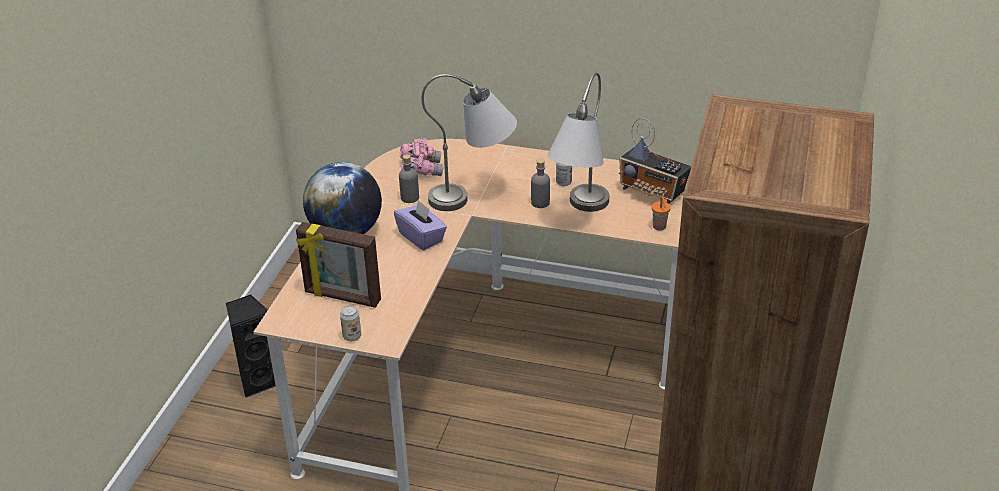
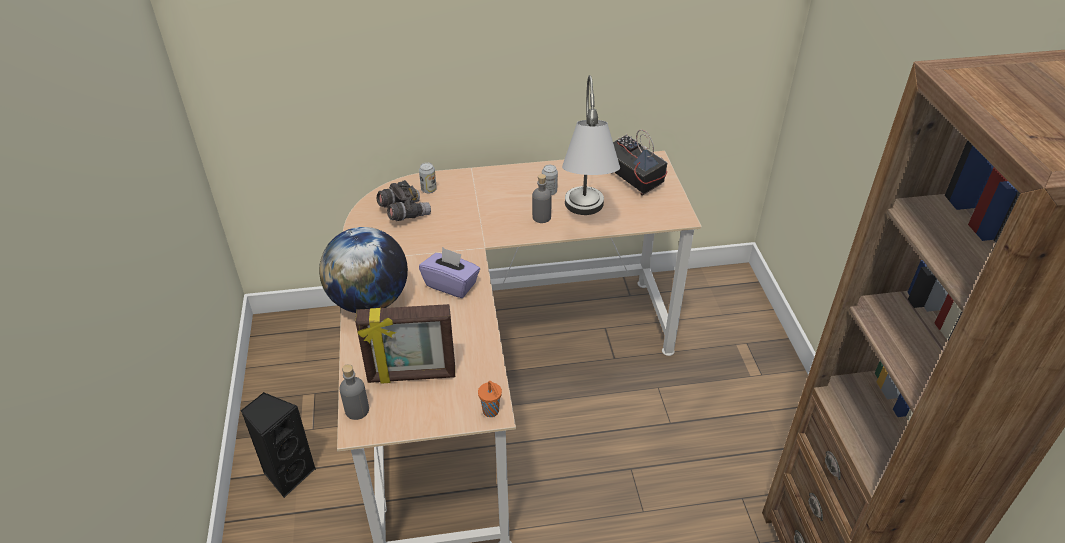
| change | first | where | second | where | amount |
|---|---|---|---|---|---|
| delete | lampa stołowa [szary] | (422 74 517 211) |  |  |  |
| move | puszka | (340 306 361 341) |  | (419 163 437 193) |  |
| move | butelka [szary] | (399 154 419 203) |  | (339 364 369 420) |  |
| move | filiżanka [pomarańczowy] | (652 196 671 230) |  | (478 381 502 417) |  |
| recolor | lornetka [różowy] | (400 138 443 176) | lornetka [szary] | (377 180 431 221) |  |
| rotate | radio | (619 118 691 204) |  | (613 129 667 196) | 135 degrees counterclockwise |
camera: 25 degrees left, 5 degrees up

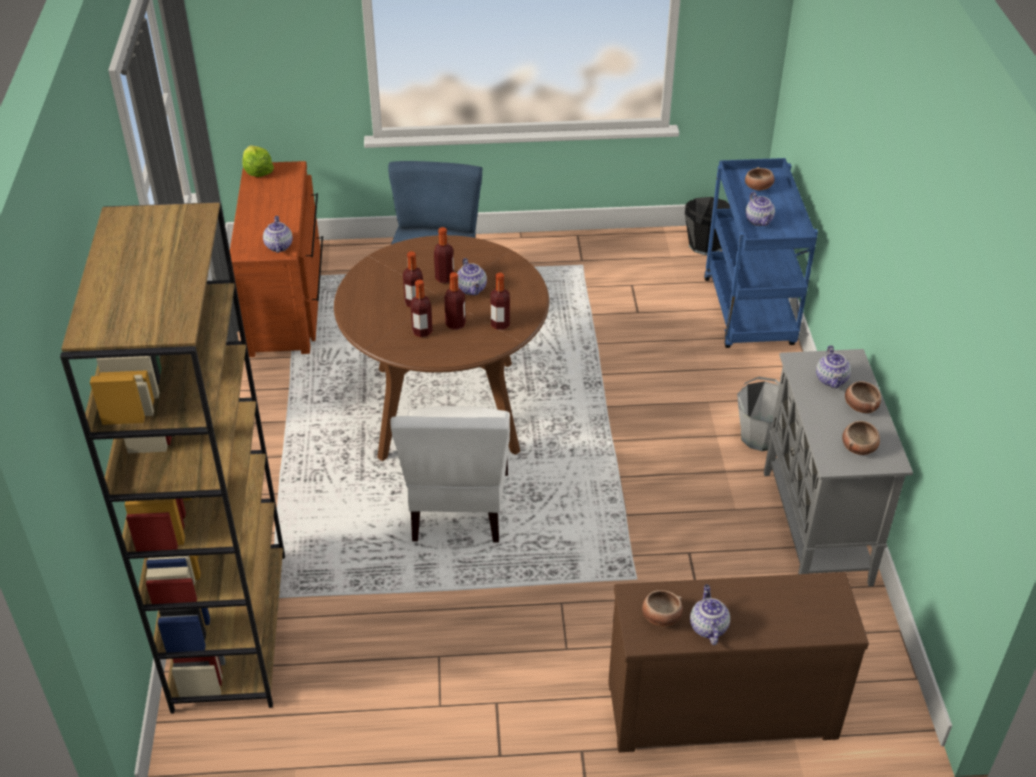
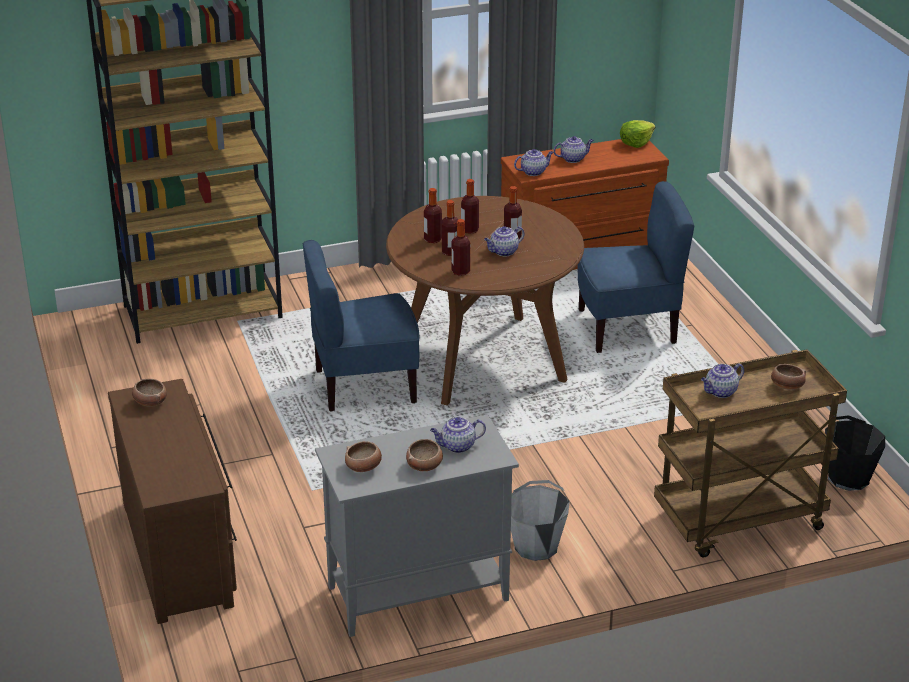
| change | first | where | second | where | amount |
|---|---|---|---|---|---|
| move | imbryk | (690 585 730 645) |  | (553 136 594 163) |  |
| recolor | krzesło [biały] | (391 406 510 543) | krzesło [niebieski] | (303 240 420 411) |  |
| recolor | wózek [niebieski] | (704 158 818 348) | wózek [brązowy] | (654 349 847 558) |  |
camera: 75 degrees right, 10 degrees down

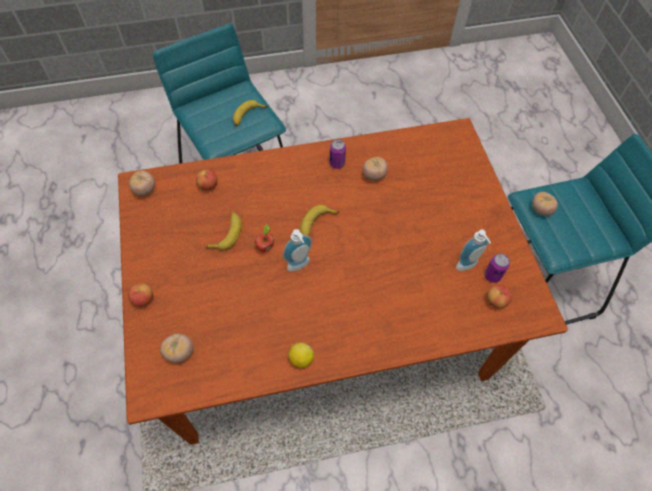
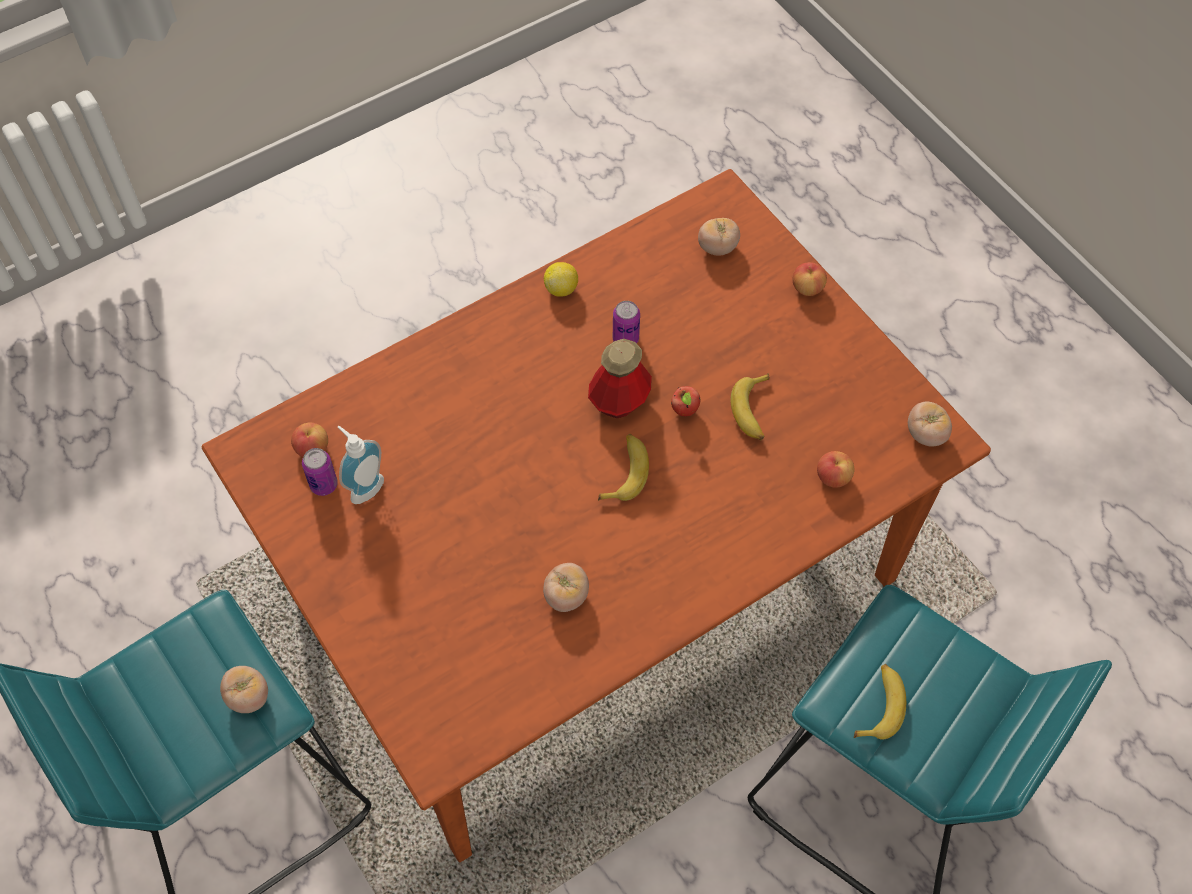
| change | first | where | second | where | amount |
|---|---|---|---|---|---|
| move | puszka | (330 139 346 169) |  | (613 301 640 343) |  |
| replace | dozownik mydła | (283 229 312 272) | butelka | (588 339 652 418) |  |
camera: 160 degrees right, 0 degrees up

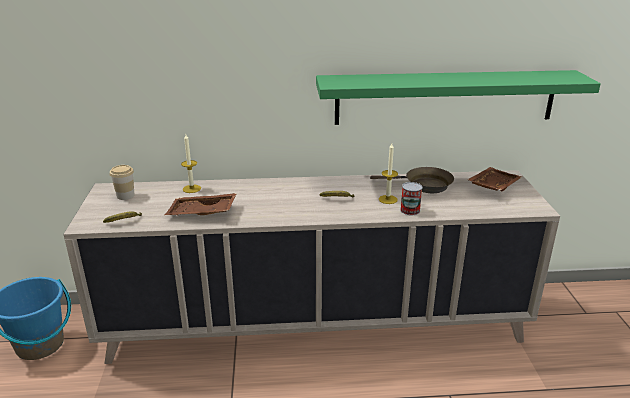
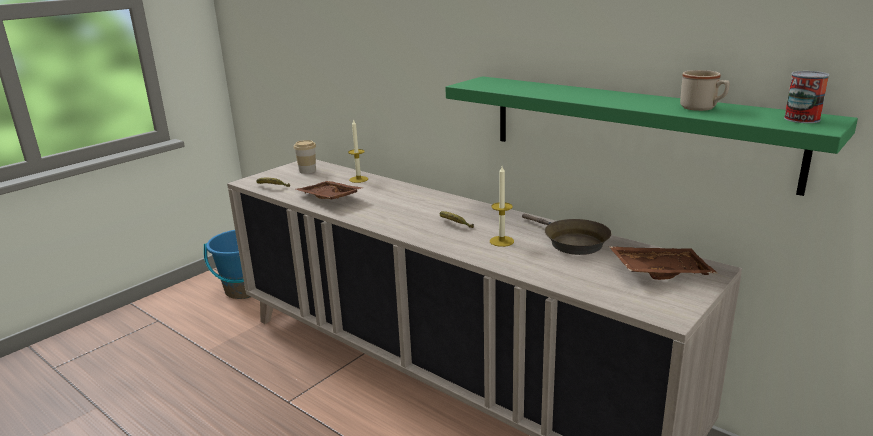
| change | first | where | second | where | amount |
|---|---|---|---|---|---|
| insert |  |  | kubek [beżowy] | (680 70 730 111) |  |
| move | puszka | (400 182 423 215) |  | (784 71 829 123) |  |
camera: 45 degrees right, 5 degrees down

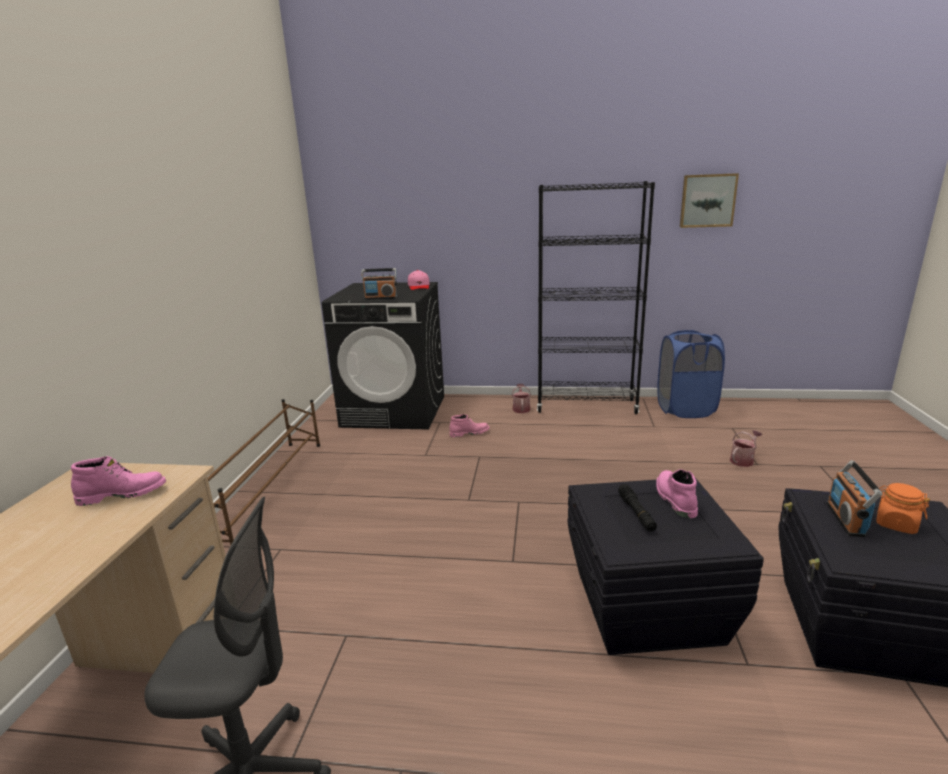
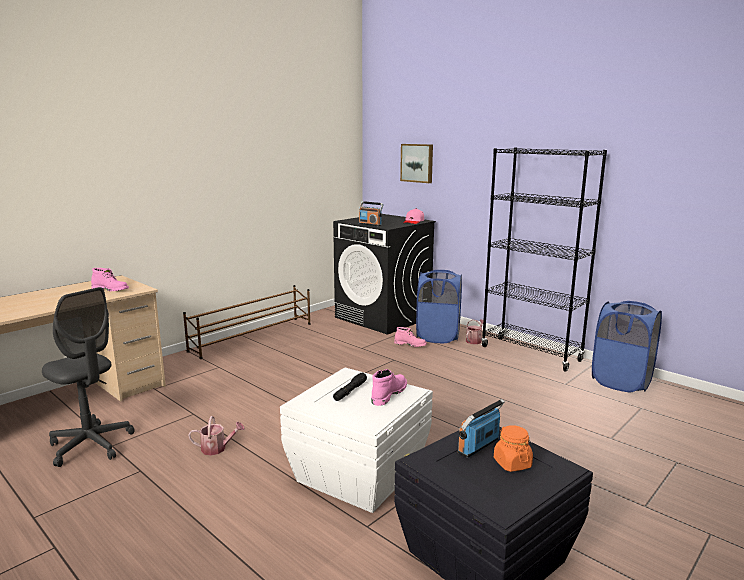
| change | first | where | second | where | amount |
|---|---|---|---|---|---|
| insert |  |  | kosz na pranie [niebieski] | (416 270 462 343) |  |
| move | obraz | (680 173 739 228) |  | (400 144 433 183) |  |
| move | konewka | (730 430 762 467) |  | (188 416 245 456) |  |
| recolor | pojemnik do przechowywania [czarny] | (568 478 764 655) | pojemnik do przechowywania [biały] | (280 368 433 513) |  |
camera: 35 degrees right, 5 degrees down

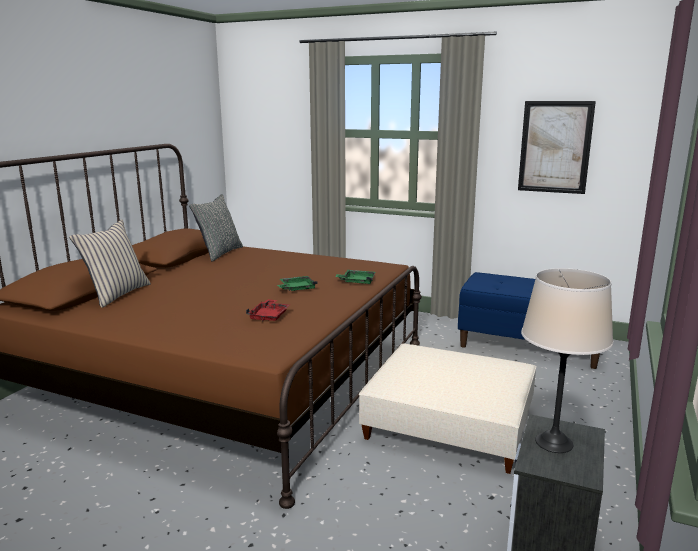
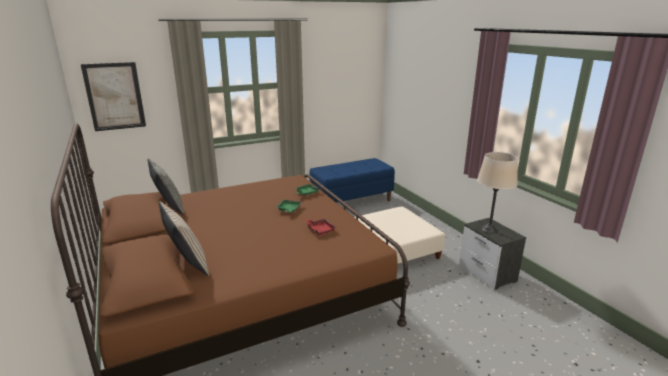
| change | first | where | second | where | amount |
|---|---|---|---|---|---|
| move | obraz | (518 101 596 194) |  | (81 62 146 131) |  |
camera: 50 degrees left, 5 degrees up

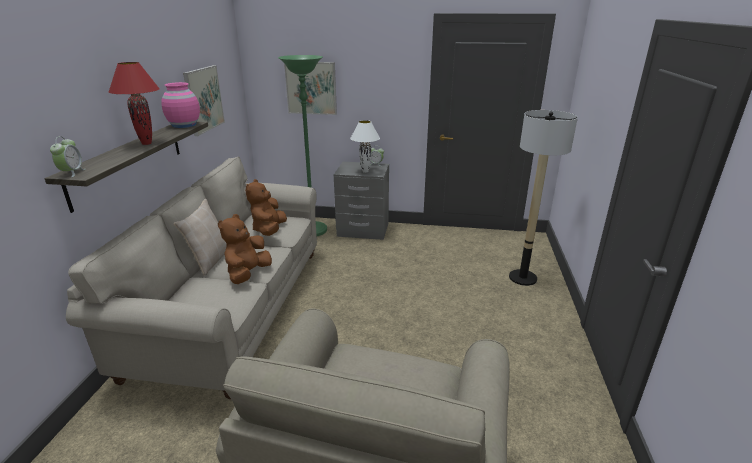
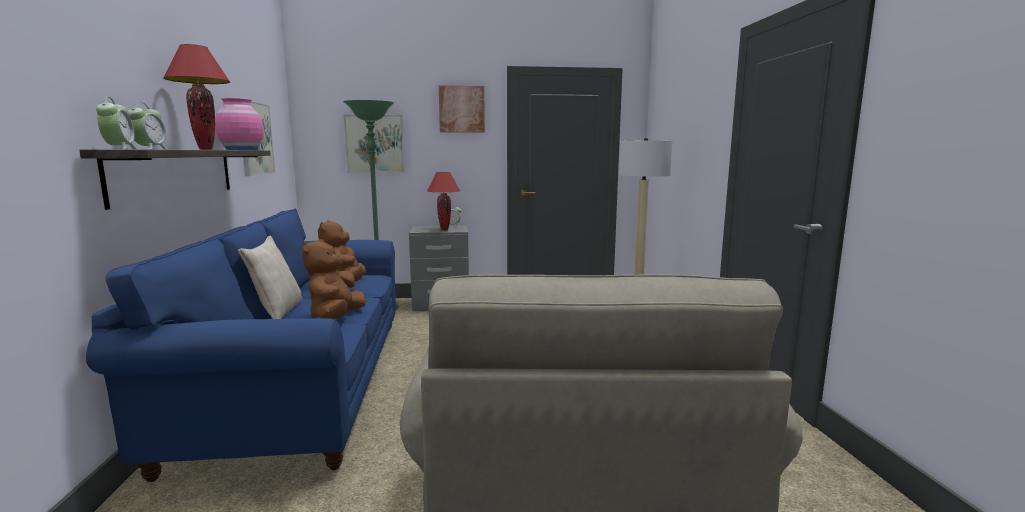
| change | first | where | second | where | amount |
|---|---|---|---|---|---|
| insert |  |  | budzik | (128 102 167 149) |  |
| insert |  |  | obraz | (439 85 485 133) |  |
| recolor | kanapa [beżowy] | (66 156 317 399) | kanapa [niebieski] | (86 209 396 482) |  |
| recolor | lampa stołowa [biały] | (350 120 380 173) | lampa stołowa [czerwony] | (427 172 460 231) |  |
camera: 15 degrees left, 15 degrees down

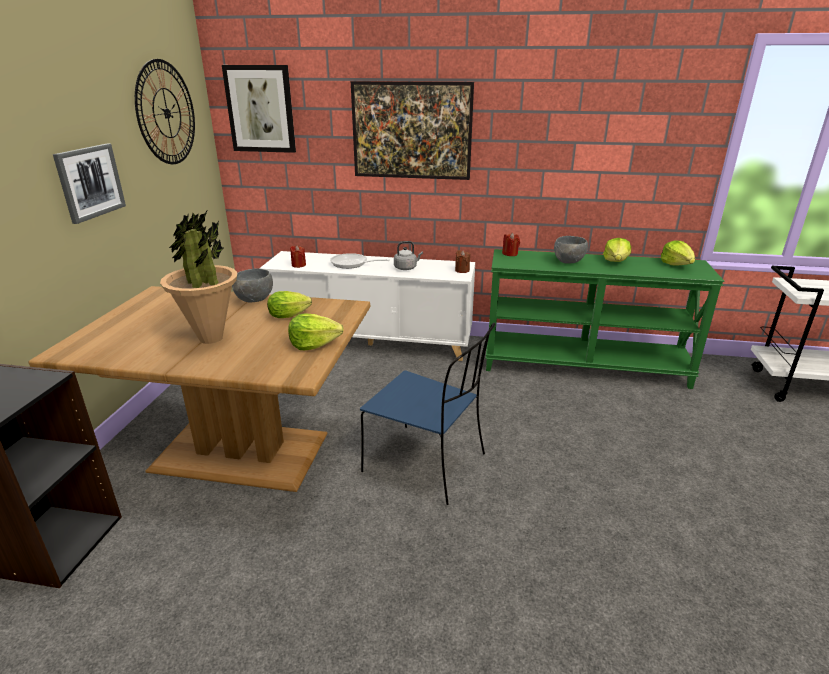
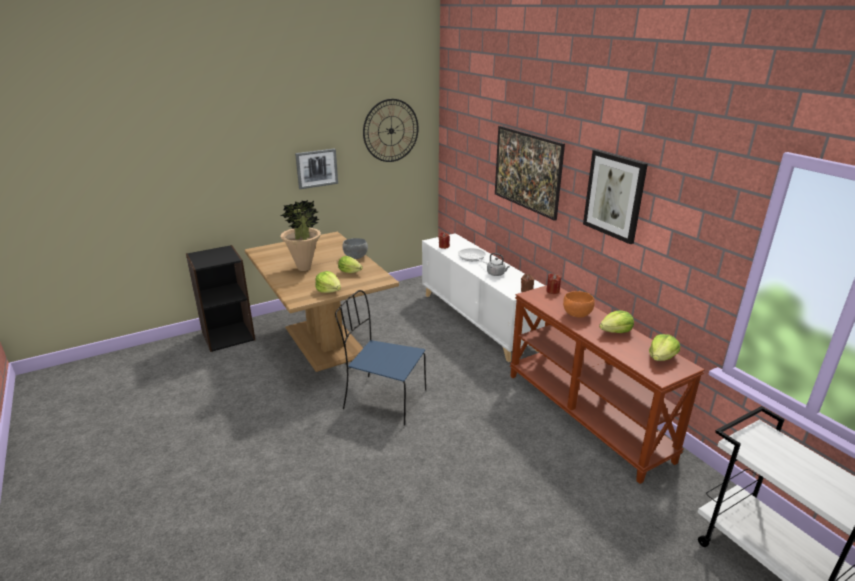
| change | first | where | second | where | amount |
|---|---|---|---|---|---|
| move | obraz | (222 65 296 153) |  | (583 150 648 244) |  |
| recolor | stolik konsolowy [zielony] | (485 249 725 389) | stolik konsolowy [brązowy] | (510 285 705 484) |  |
| recolor | miska [szary] | (554 236 588 264) | miska [pomarańczowy] | (563 291 595 318) |  |
| rotate | krzesło [niebieski] | (360 323 495 505) |  | (335 290 426 426) | 120 degrees clockwise |
camera: 50 degrees right, 0 degrees up

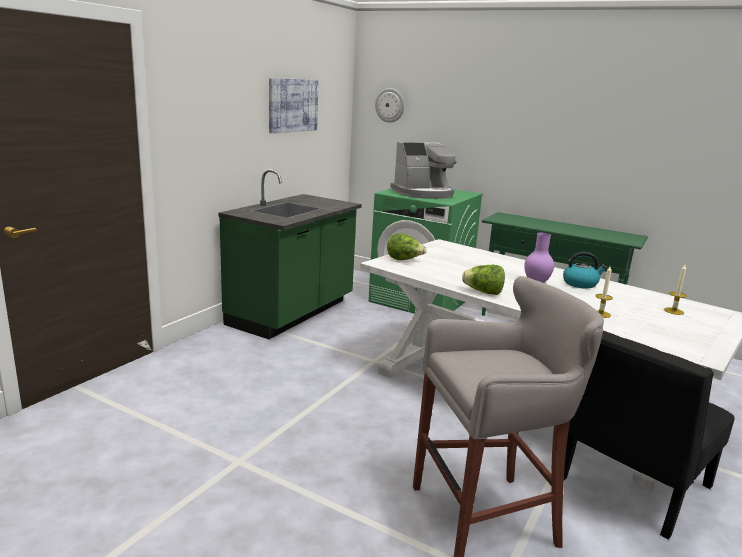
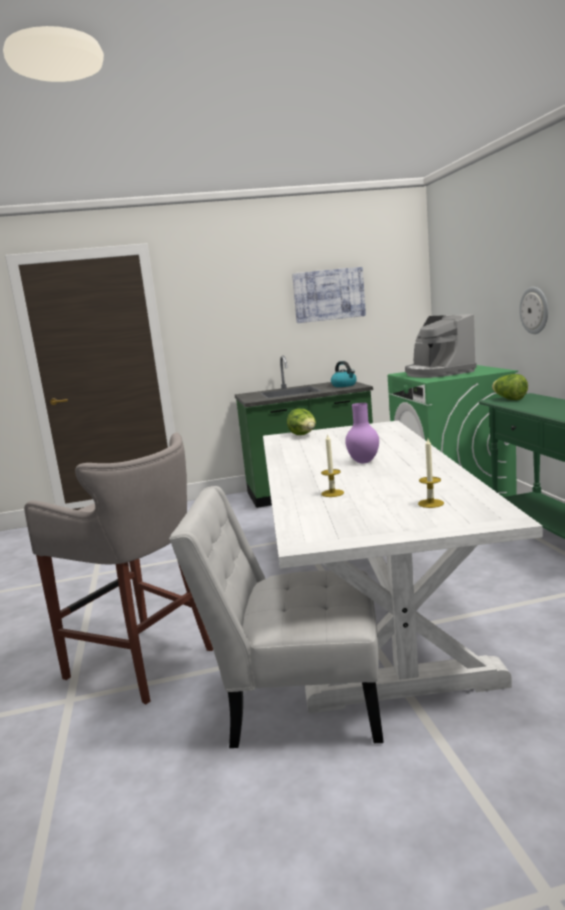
| change | first | where | second | where | amount |
|---|---|---|---|---|---|
| move | zegar ścienny | (375 88 405 123) |  | (519 287 548 334) |  |
| move | sałata | (462 265 505 295) |  | (492 374 528 400) |  |
| move | czajnik | (563 252 607 289) |  | (331 361 357 387) |  |
| recolor | krzesło [czarny] | (564 331 735 539) | krzesło [biały] | (169 486 384 748) |  |
| rotate | ekspres do kawy | (391 142 457 199) |  | (405 314 477 378) | 45 degrees clockwise |
camera: 50 degrees right, 5 degrees down

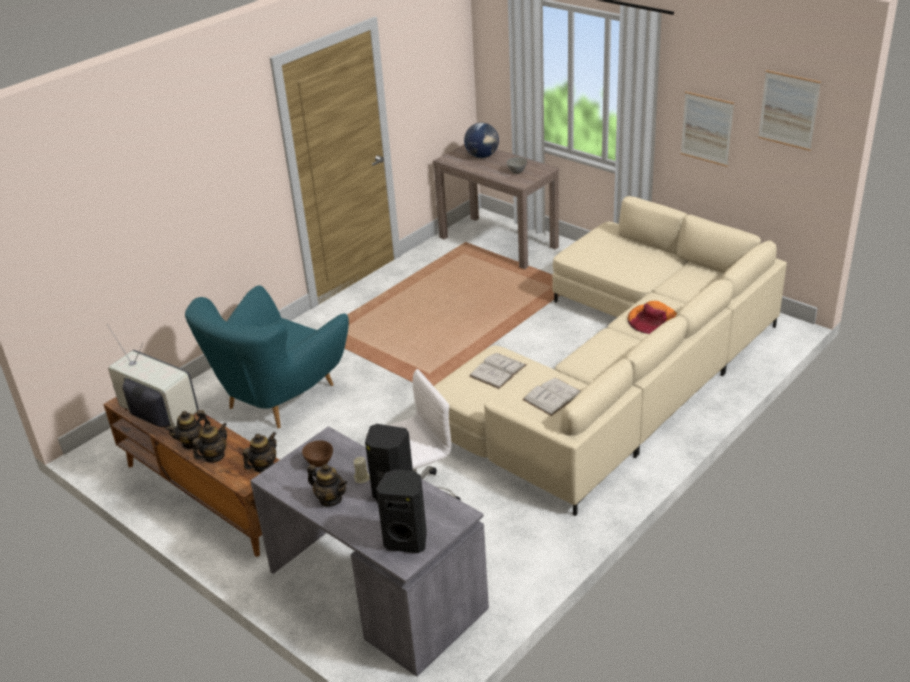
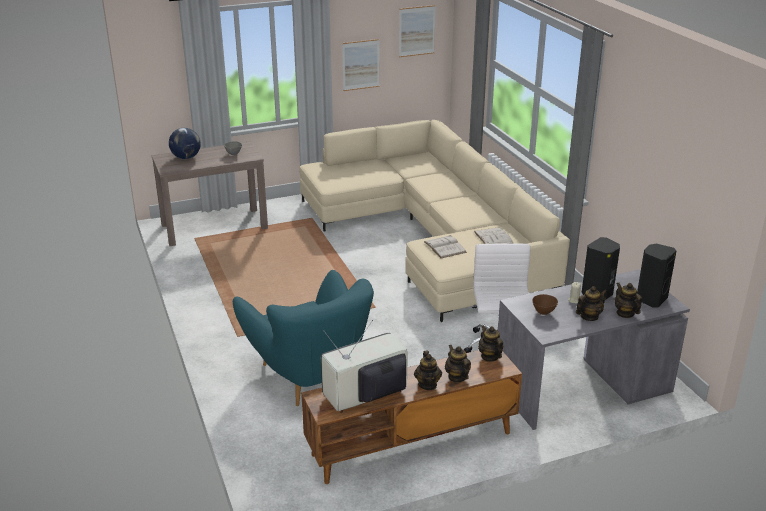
| change | first | where | second | where | amount |
|---|---|---|---|---|---|
| delete | kapelusz [pomarańczowy] | (628 301 677 334) |  |  |  |
| insert |  |  | imbryk | (615 283 642 318) |  |
camera: 65 degrees left, 5 degrees down

